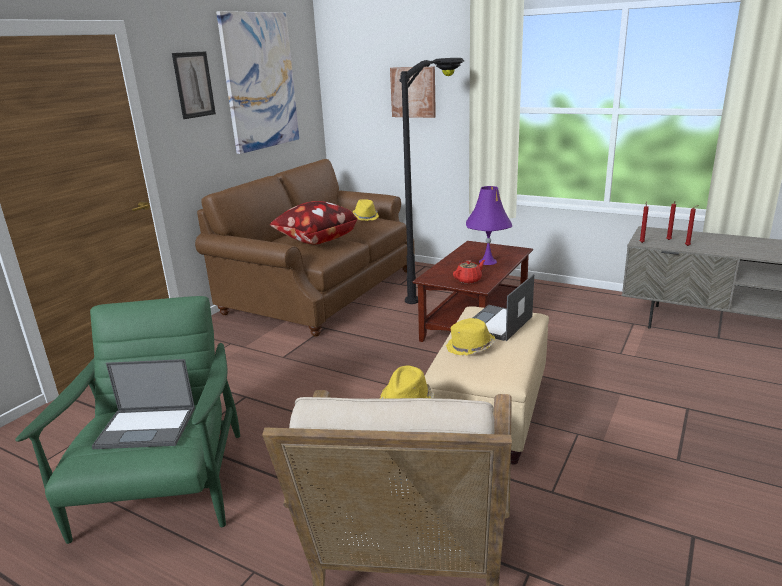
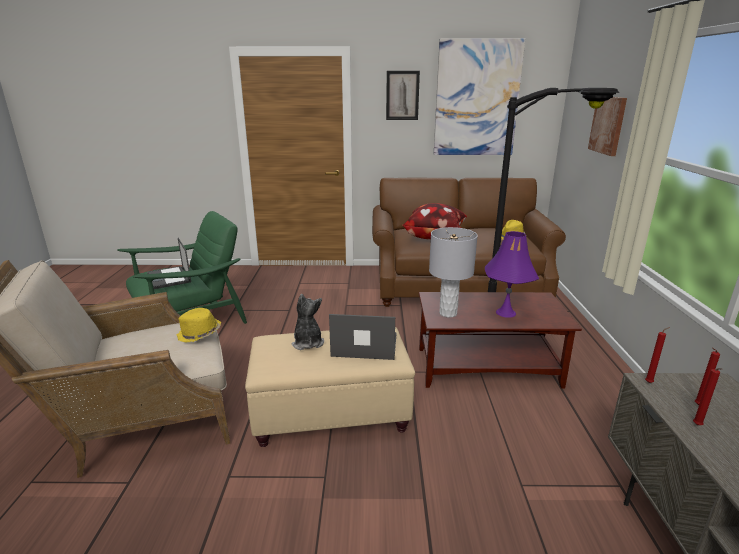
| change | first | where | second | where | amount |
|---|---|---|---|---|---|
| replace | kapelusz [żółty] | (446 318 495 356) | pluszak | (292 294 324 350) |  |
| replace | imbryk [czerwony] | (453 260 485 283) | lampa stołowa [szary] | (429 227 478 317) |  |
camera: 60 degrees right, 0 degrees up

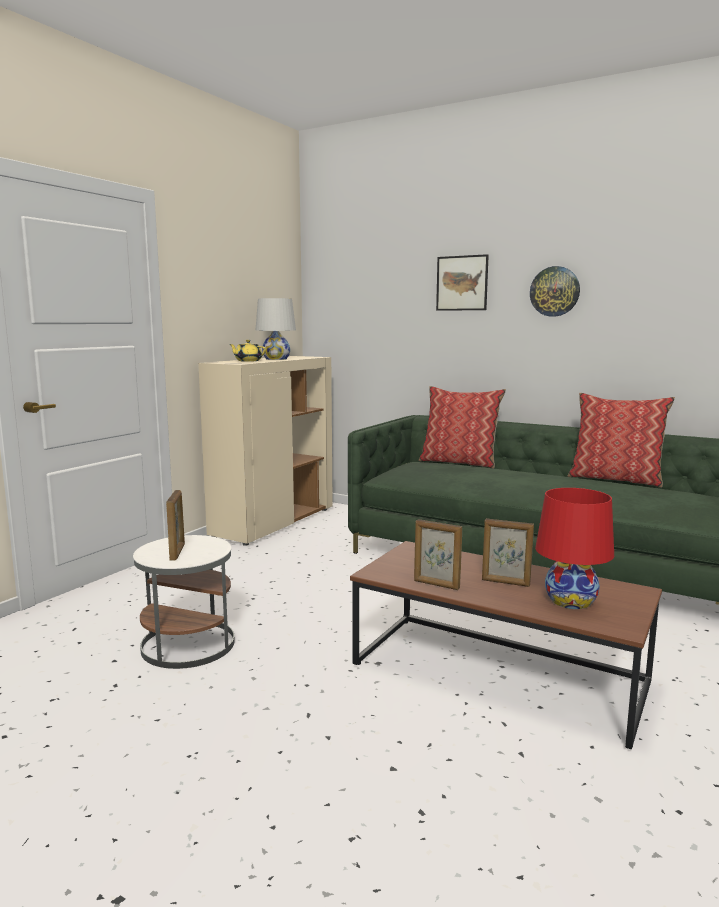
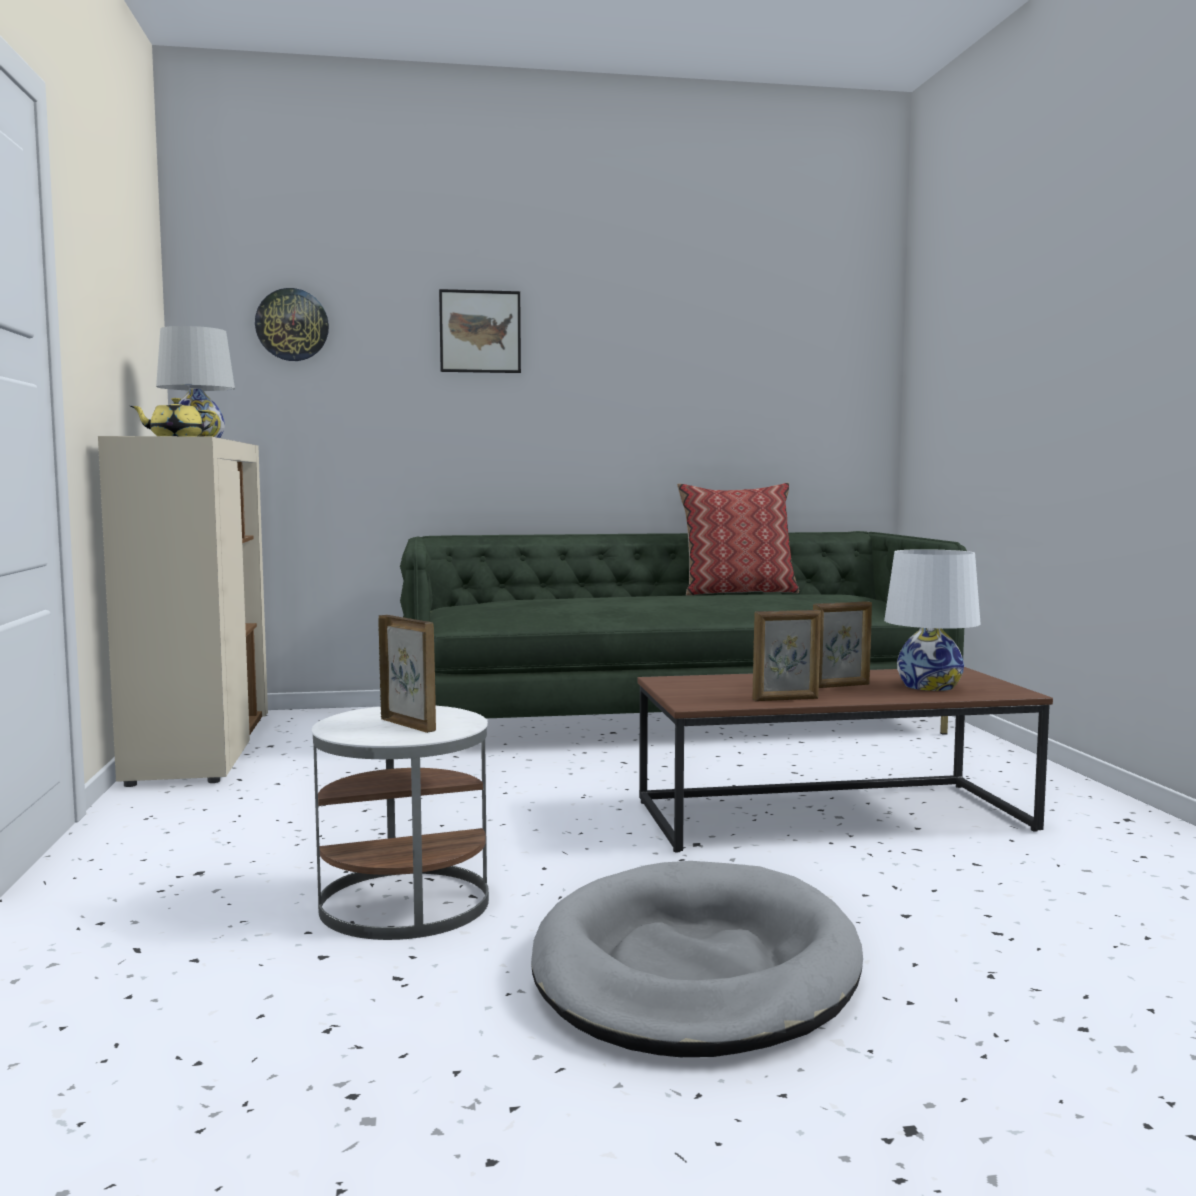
| change | first | where | second | where | amount |
|---|---|---|---|---|---|
| delete | poduszka | (418 386 506 469) |  |  |  |
| insert |  |  | legowisko [szary] | (531 861 863 1057) |  |
| move | zegar ścienny | (530 266 580 317) |  | (255 288 329 361) |  |
| recolor | lampa stołowa [czerwony] | (535 488 614 609) | lampa stołowa [biały] | (884 549 981 691) |  |
camera: 40 degrees left, 5 degrees down

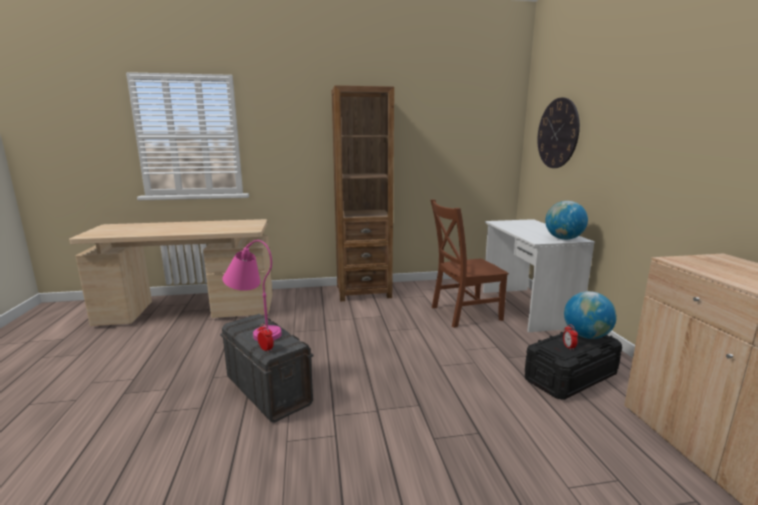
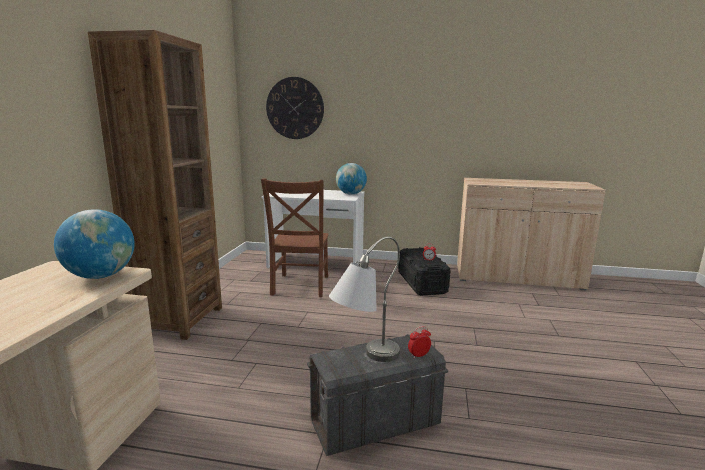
| change | first | where | second | where | amount |
|---|---|---|---|---|---|
| move | globus | (564 291 617 339) |  | (54 209 135 279) |  |
| recolor | lampa stołowa [różowy] | (222 240 282 341) | lampa stołowa [szary] | (329 236 400 362) |  |
camera: 70 degrees left, 0 degrees up

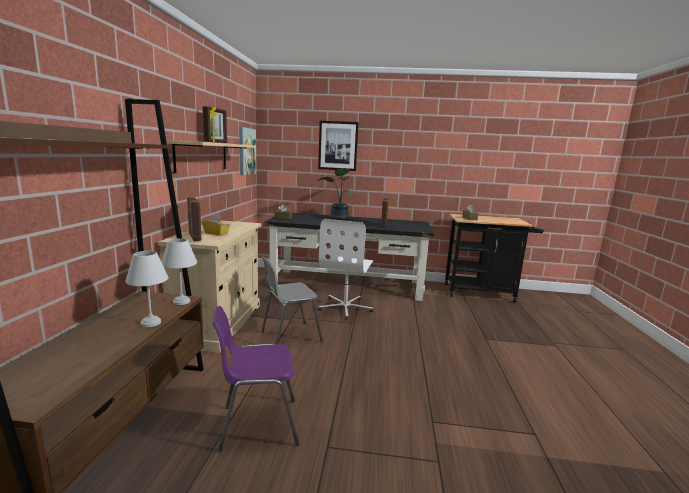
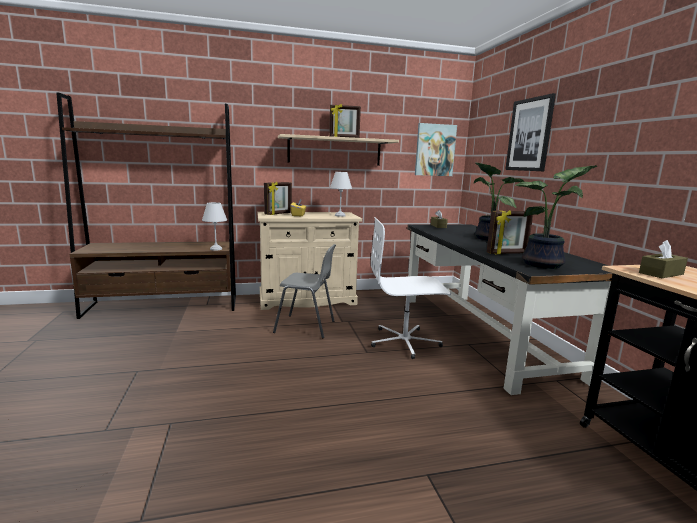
| change | first | where | second | where | amount |
|---|---|---|---|---|---|
| delete | krzesło [fioletowy] | (212 306 299 452) |  |  |  |
| insert |  |  | roślina doniczkowa | (514 165 597 269) |  |
| move | lampa stołowa [biały] | (125 251 169 327) |  | (330 172 352 217) |  |
| rotate | krzesło [szary] | (261 256 323 344) |  | (273 244 336 338) | 150 degrees clockwise |
camera: 70 degrees right, 0 degrees up

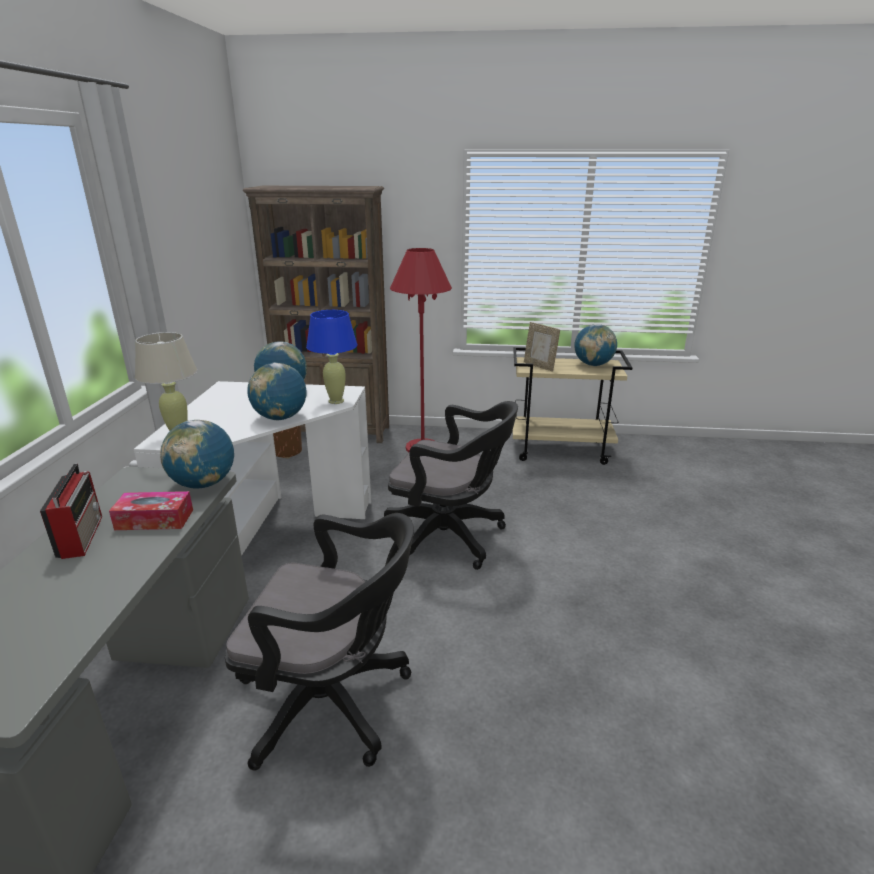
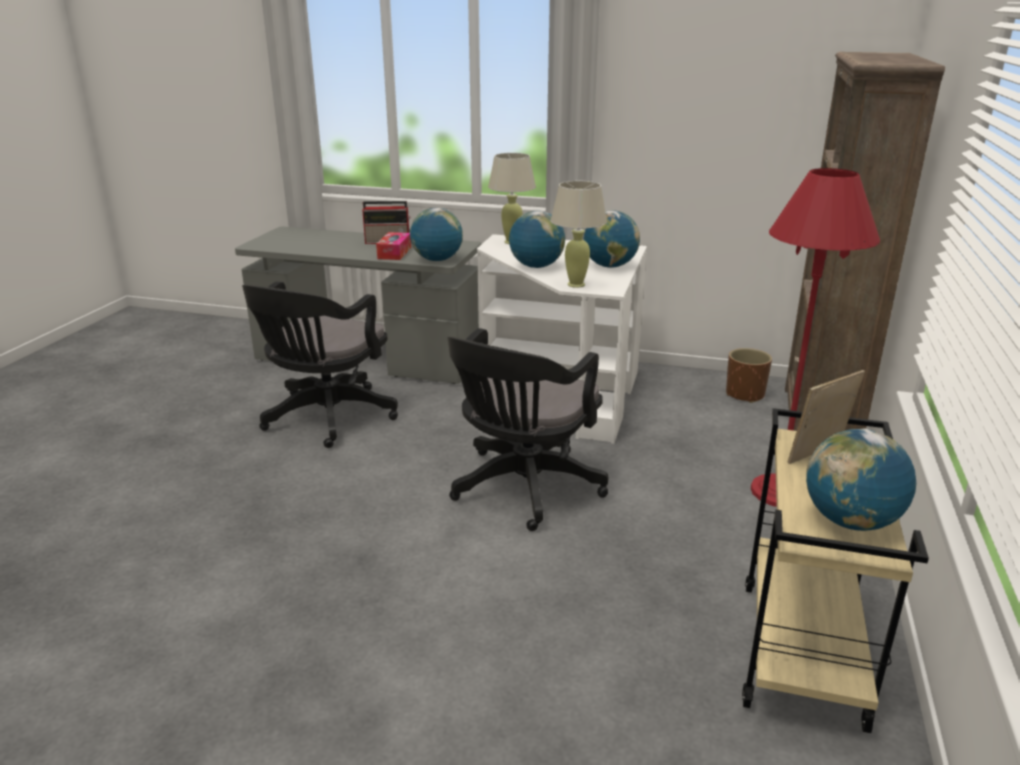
| change | first | where | second | where | amount |
|---|---|---|---|---|---|
| recolor | lampa stołowa [niebieski] | (306 310 357 404) | lampa stołowa [beżowy] | (550 181 607 288) |  |
camera: 100 degrees right, 0 degrees up

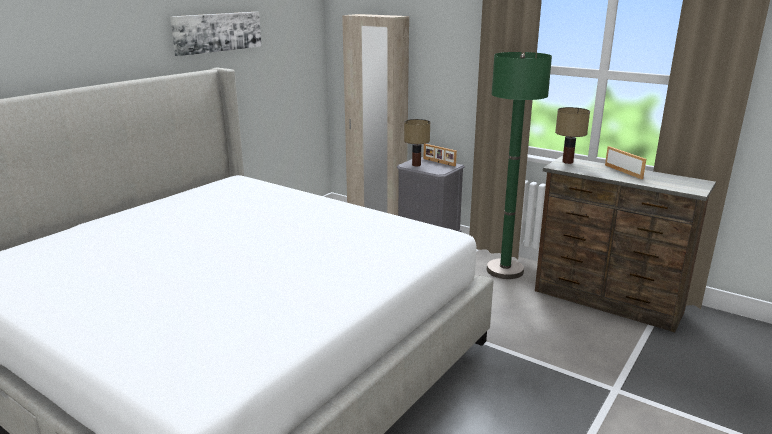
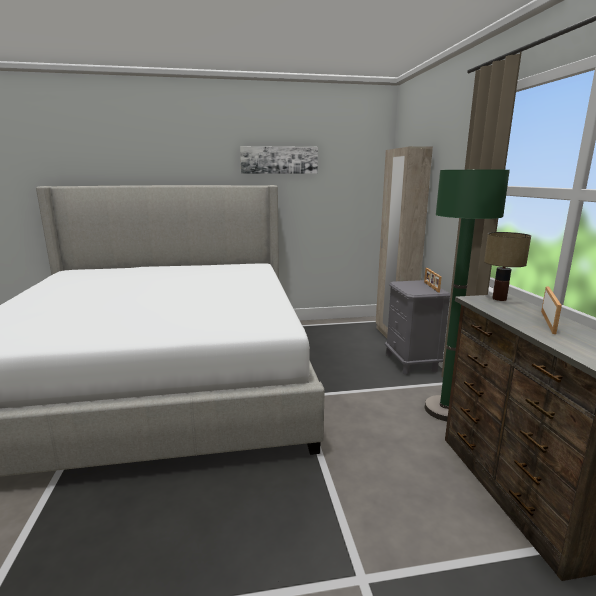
| change | first | where | second | where | amount |
|---|---|---|---|---|---|
| delete | lampa stołowa | (404 119 430 166) |  |  |  |
camera: 45 degrees right, 5 degrees down

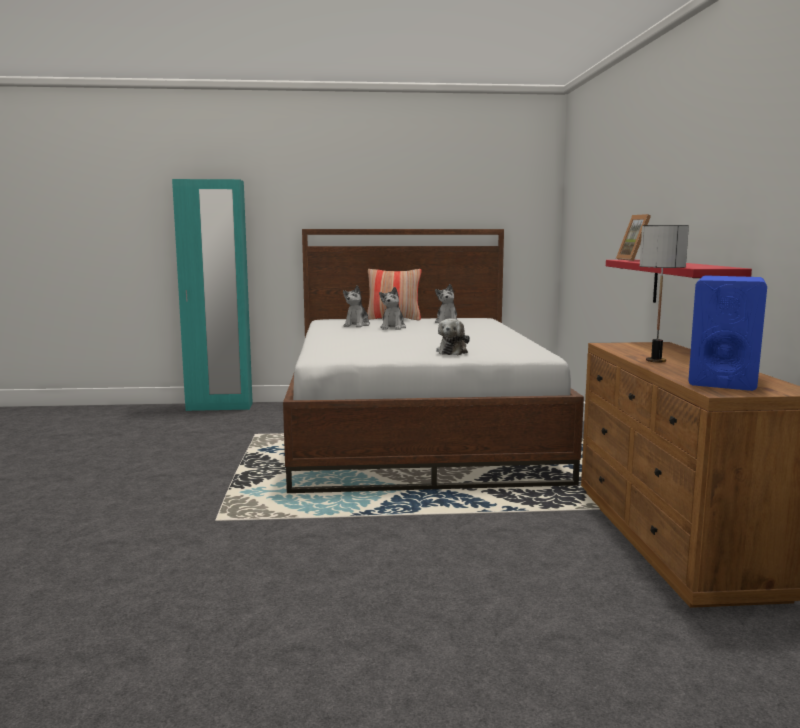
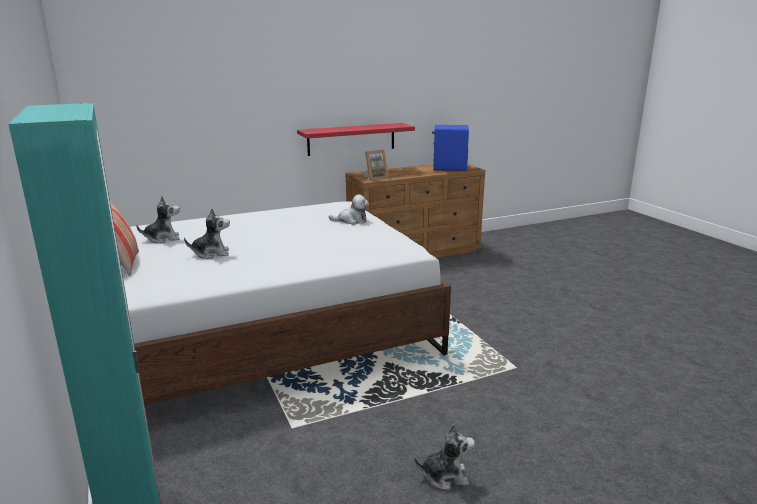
| change | first | where | second | where | amount |
|---|---|---|---|---|---|
| delete | lampa stołowa | (640 225 689 363) |  |  |  |
| move | pluszak | (343 285 370 327) |  | (414 423 475 490) |  |
| move | ramka na zdjęcie | (616 214 651 261) |  | (363 150 389 181) |  |
camera: 110 degrees left, 10 degrees up

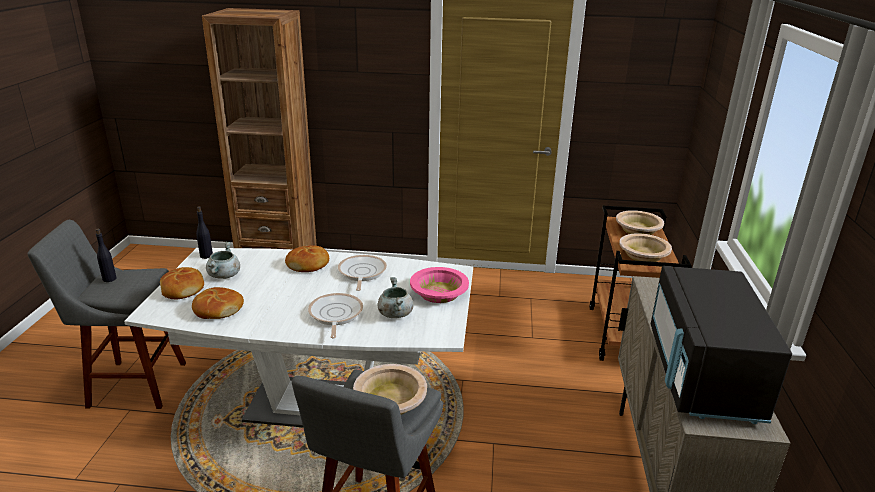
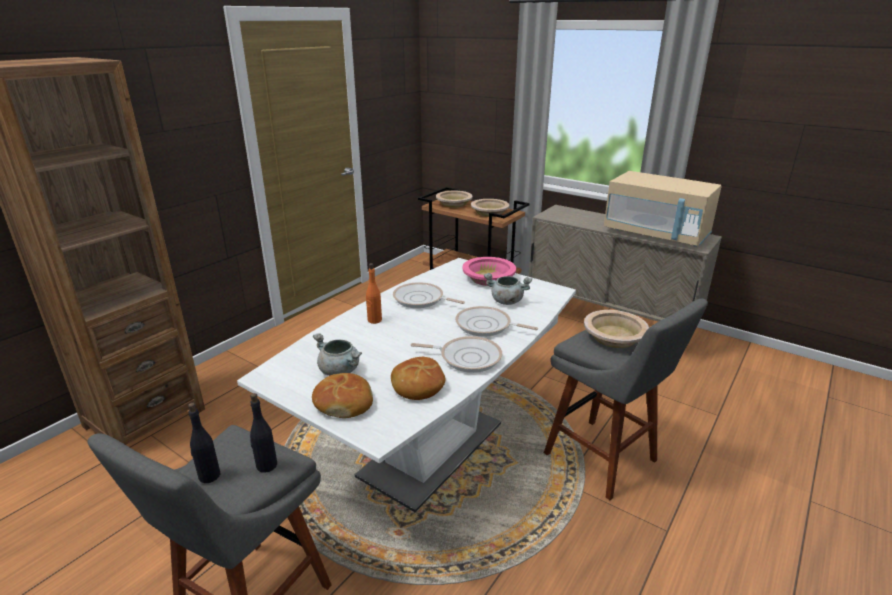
| change | first | where | second | where | amount |
|---|---|---|---|---|---|
| insert |  |  | patelnia | (411 336 502 373) |  |
| move | butelka [czarny] | (196 206 213 259) |  | (250 393 277 473) |  |
| replace | chleb | (285 245 329 272) | butelka [pomarańczowy] | (366 263 382 324) |  |
| recolor | mikrofalówka [czarny] | (651 266 792 424) | mikrofalówka [beżowy] | (604 171 722 247) |  |
camera: 60 degrees left, 0 degrees up

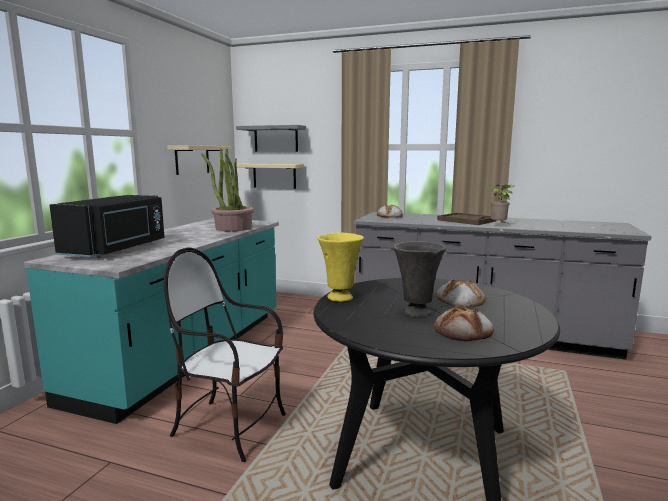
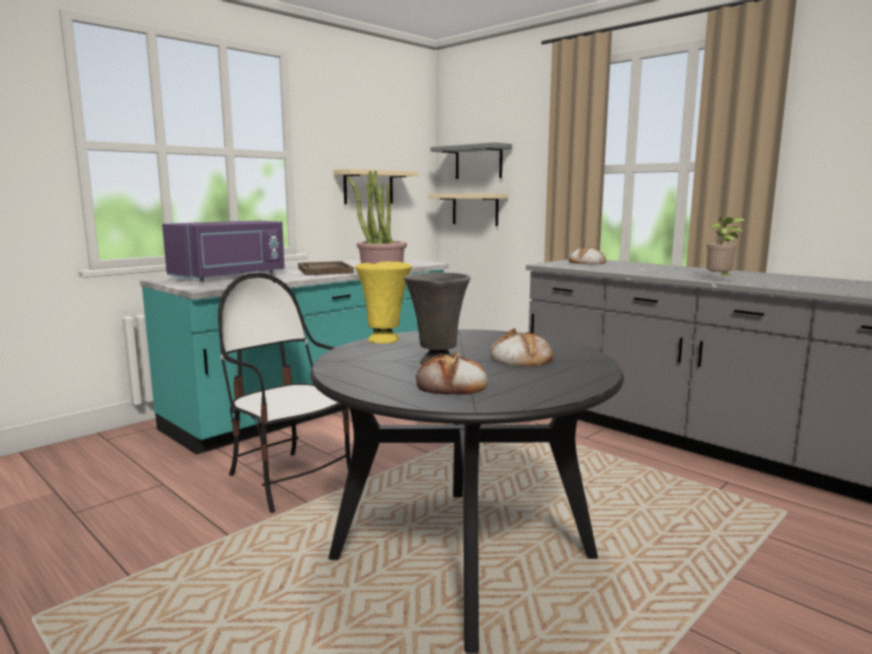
| change | first | where | second | where | amount |
|---|---|---|---|---|---|
| move | taca [brązowy] | (437 213 497 225) |  | (298 261 354 275) |  |
| recolor | mikrofalówka [czarny] | (50 195 165 258) | mikrofalówka [fioletowy] | (162 220 285 281) |  |
camera: 25 degrees right, 0 degrees up

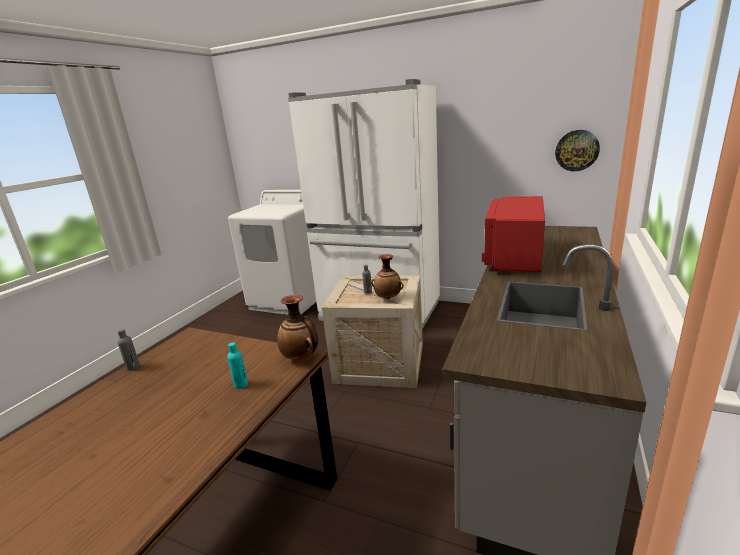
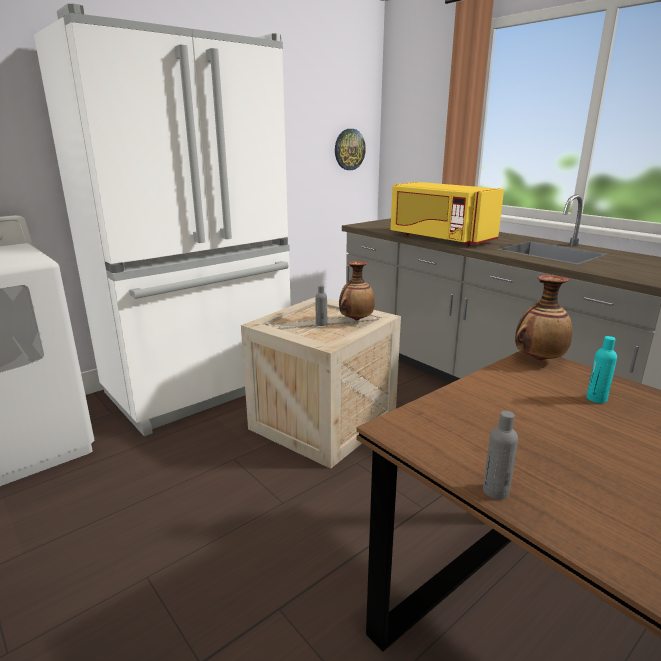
| change | first | where | second | where | amount |
|---|---|---|---|---|---|
| recolor | mikrofalówka [czerwony] | (482 196 545 272) | mikrofalówka [żółty] | (391 182 504 246) |  |
camera: 65 degrees left, 0 degrees up

